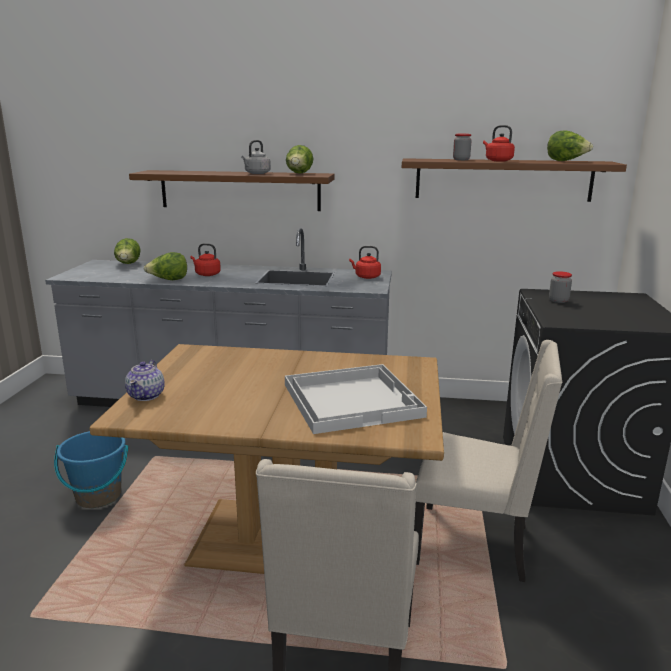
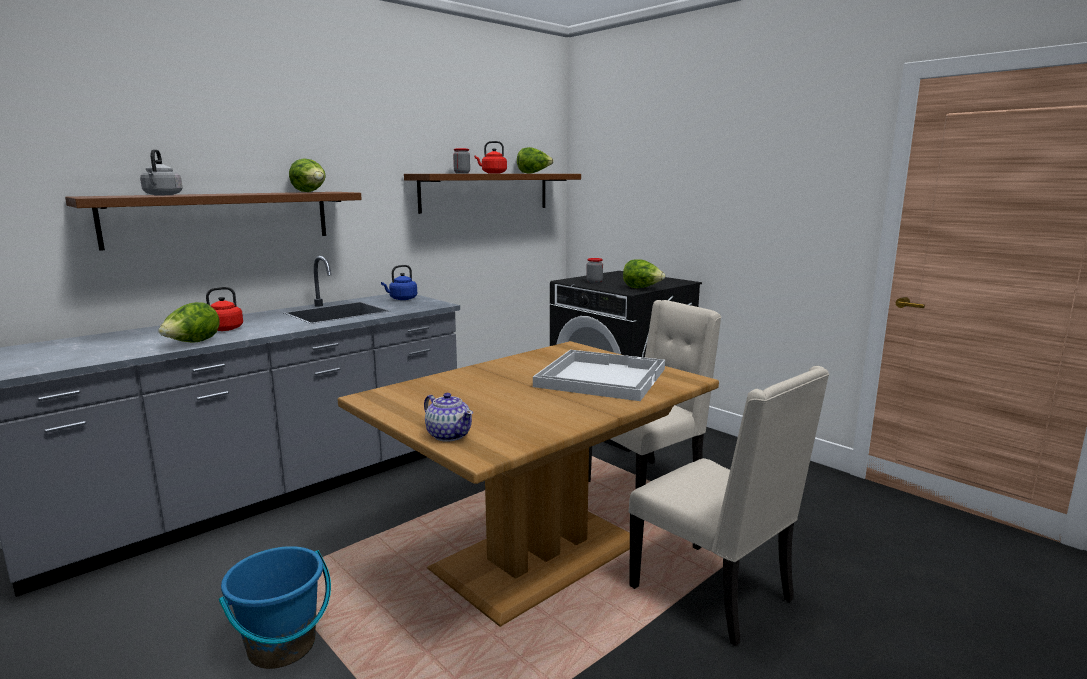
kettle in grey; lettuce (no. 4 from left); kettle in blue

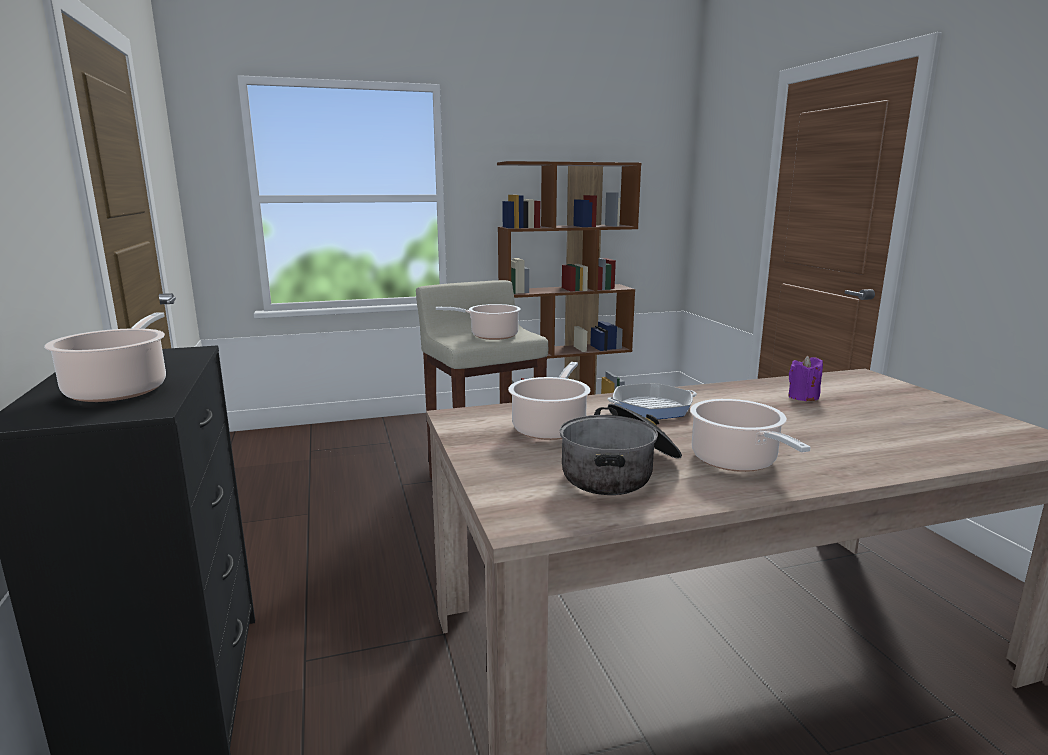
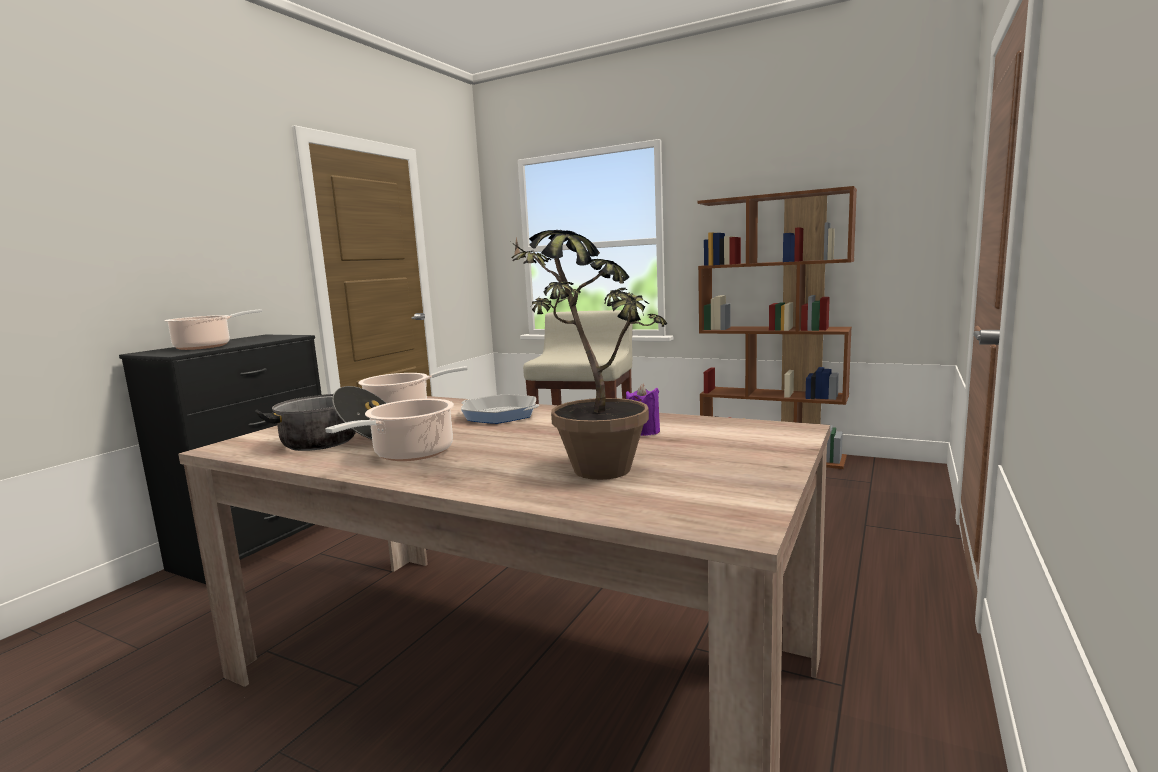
cooking pot (no. 2 from left in the first image); potted plant

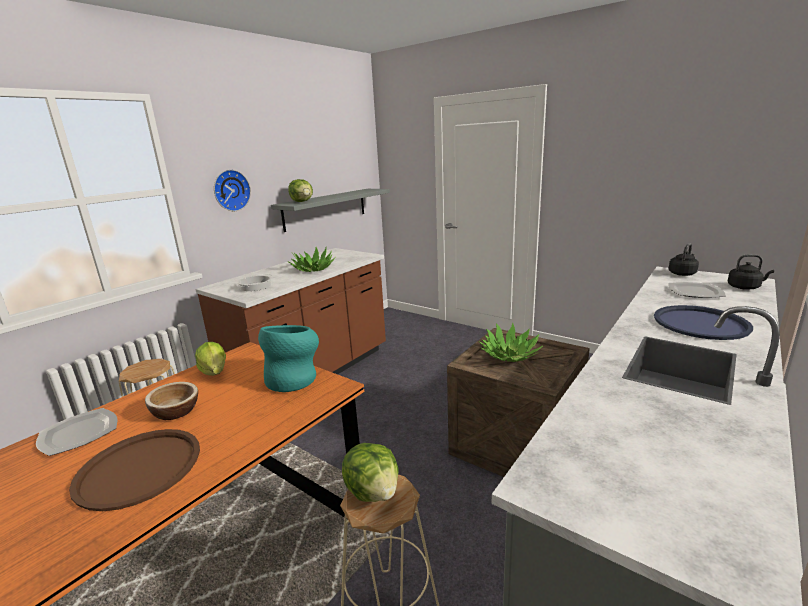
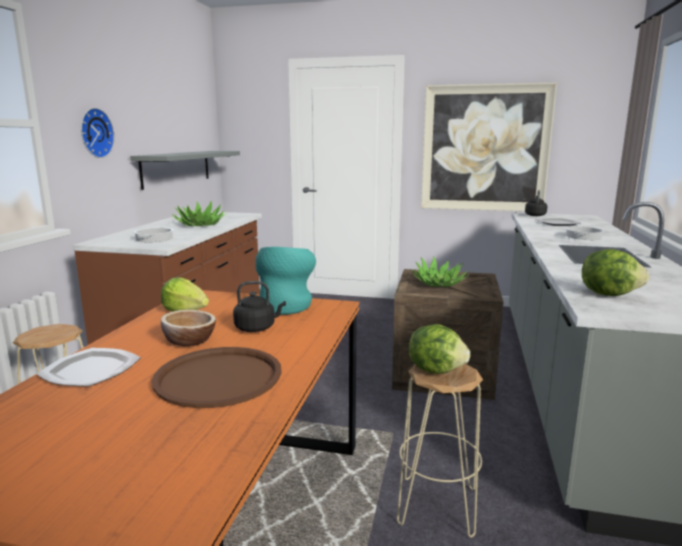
lettuce (no. 3 from left); kettle in black (no. 1 from left); cooking pot (no. 2 from left); picture

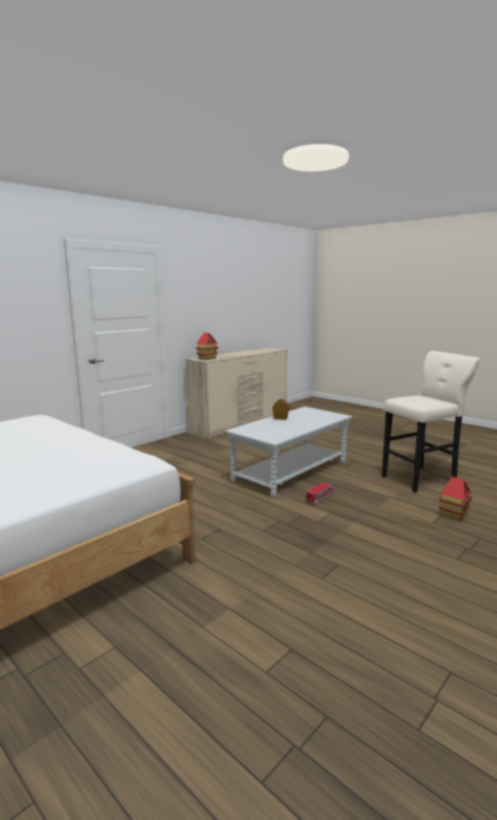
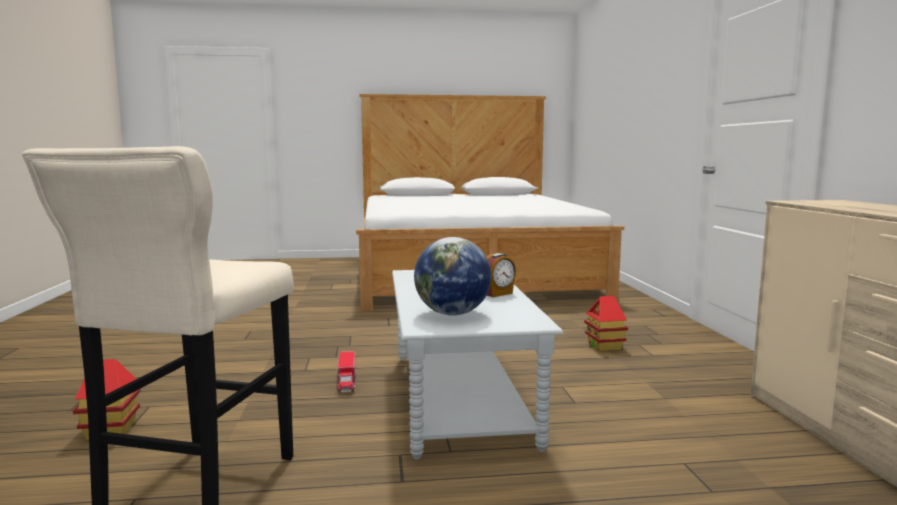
toy house (no. 2 from left); globe

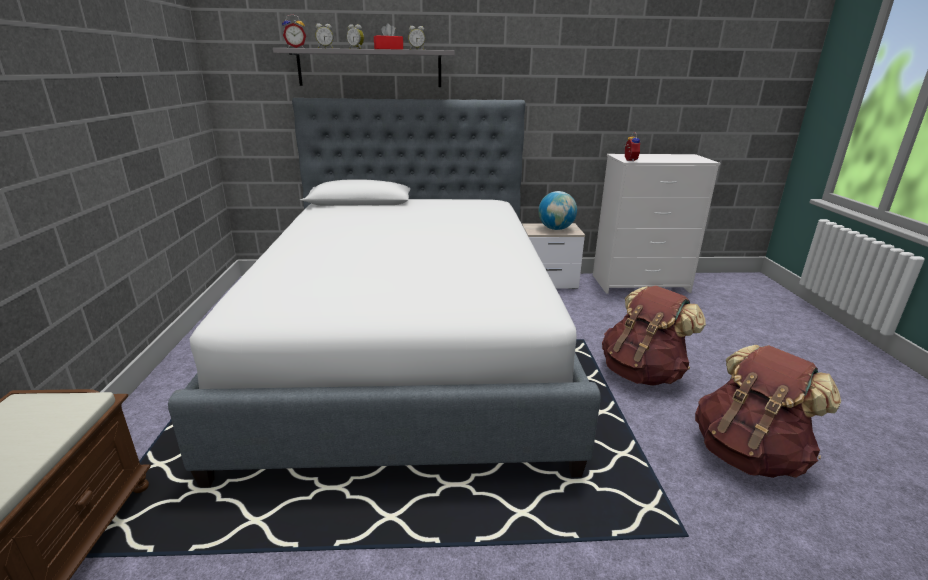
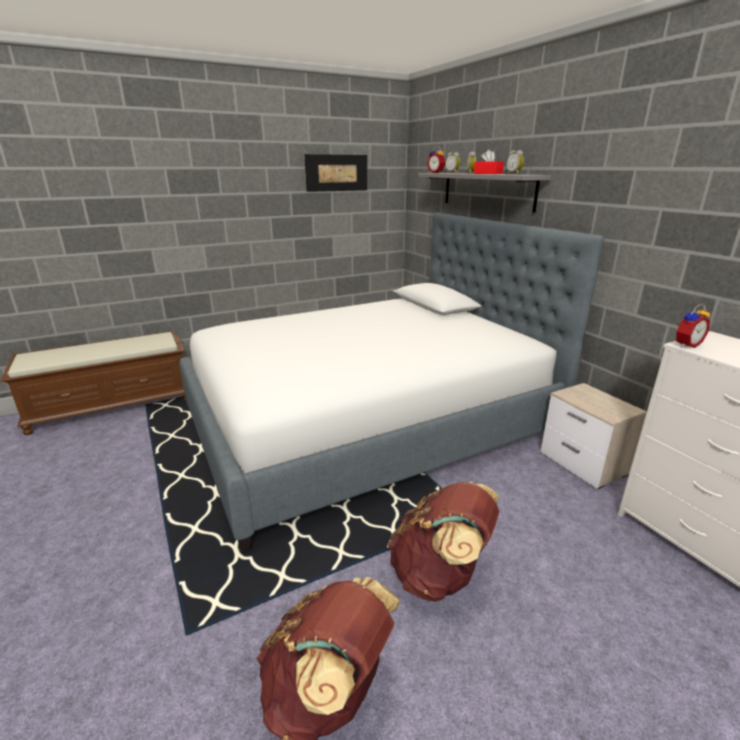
globe; picture

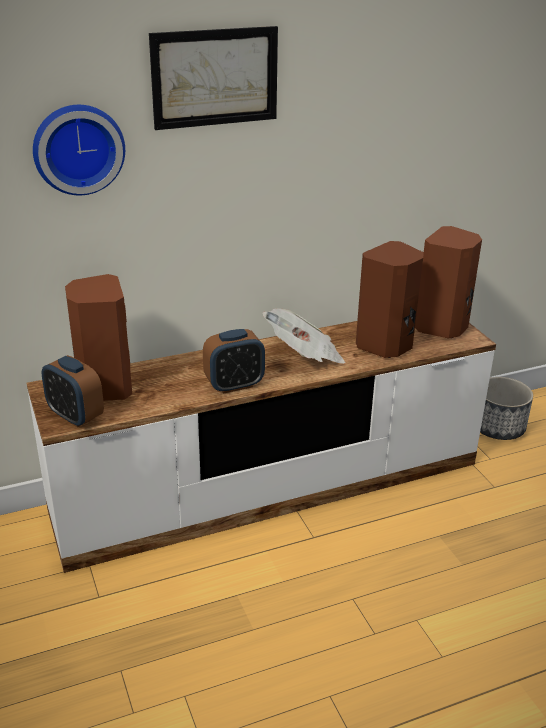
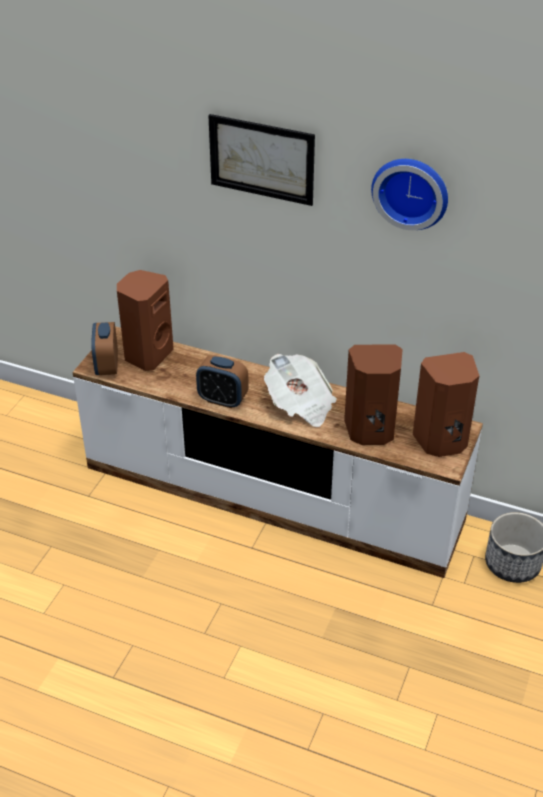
wall clock

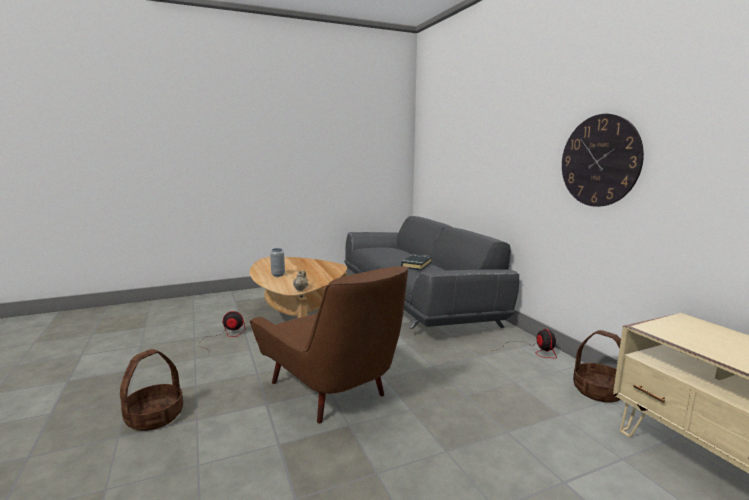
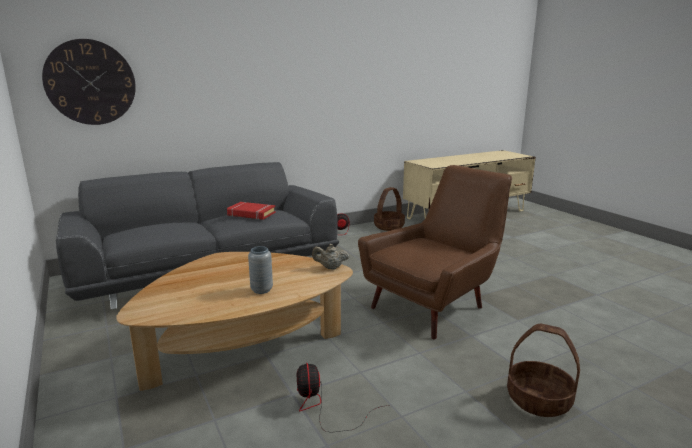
wall clock; book in red

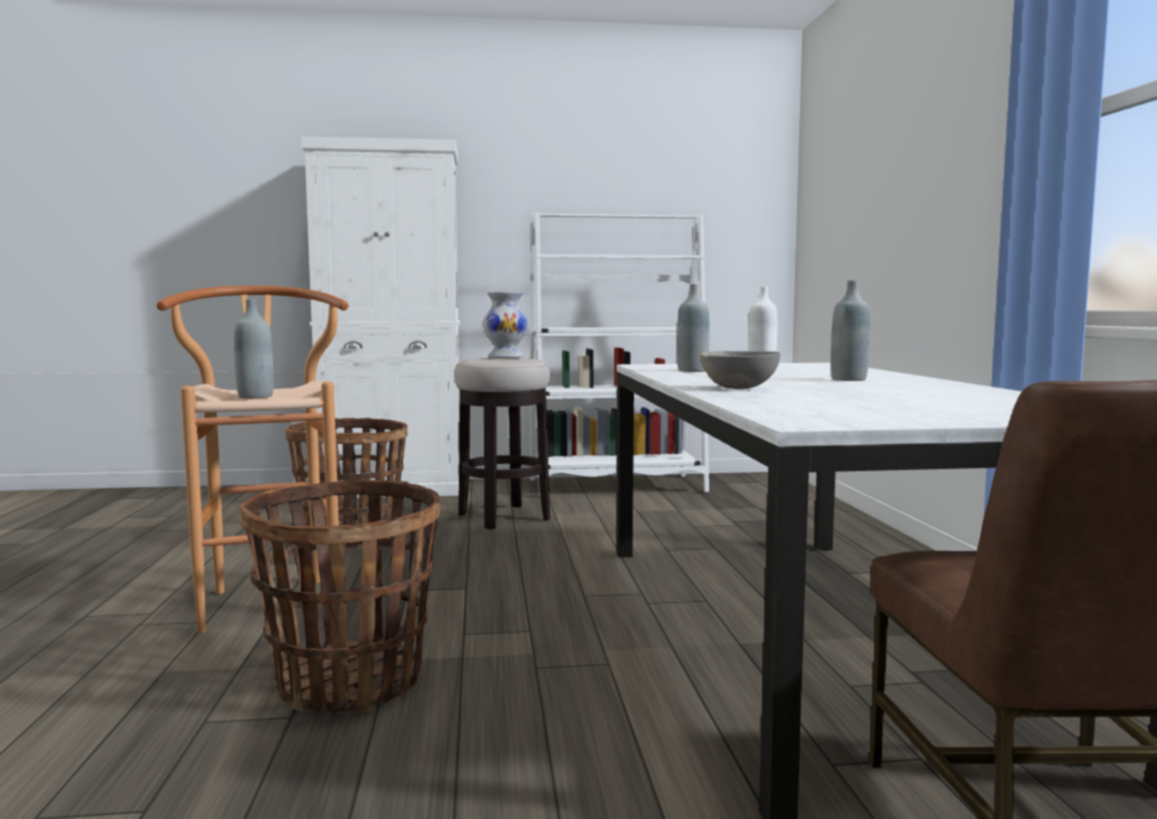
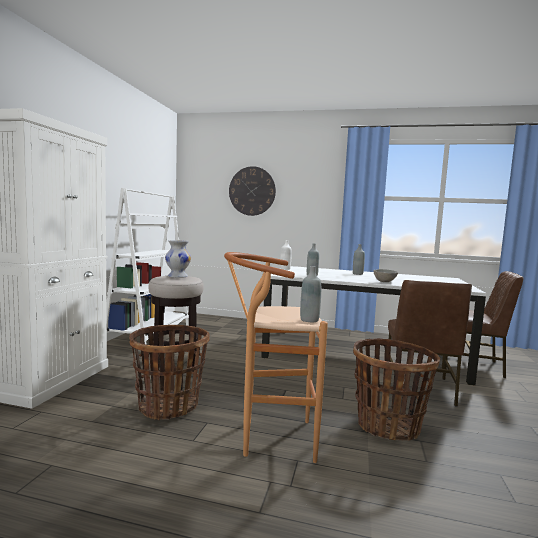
wall clock; chair in brown (no. 1 from left)

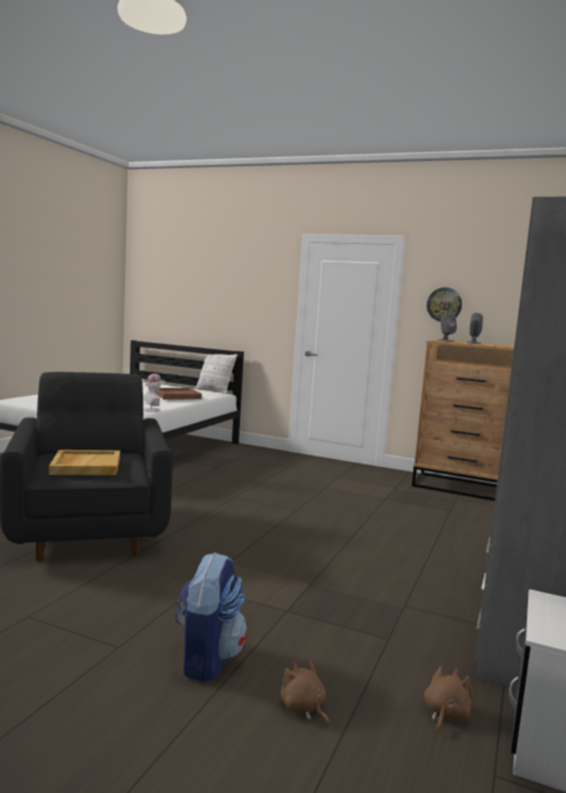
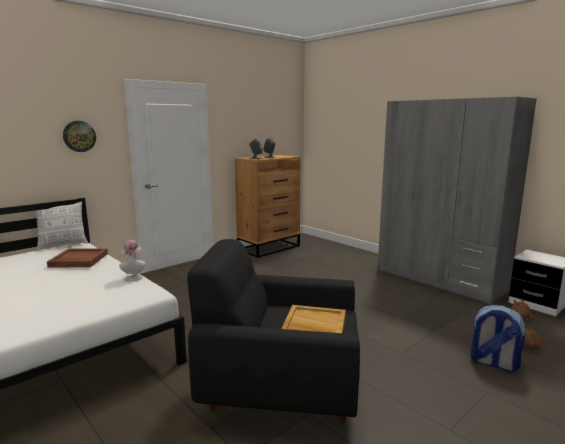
wall clock

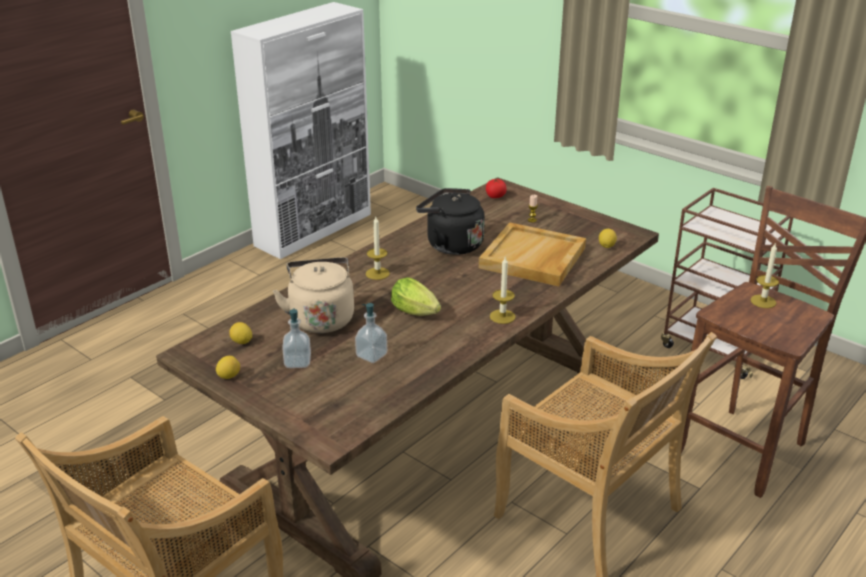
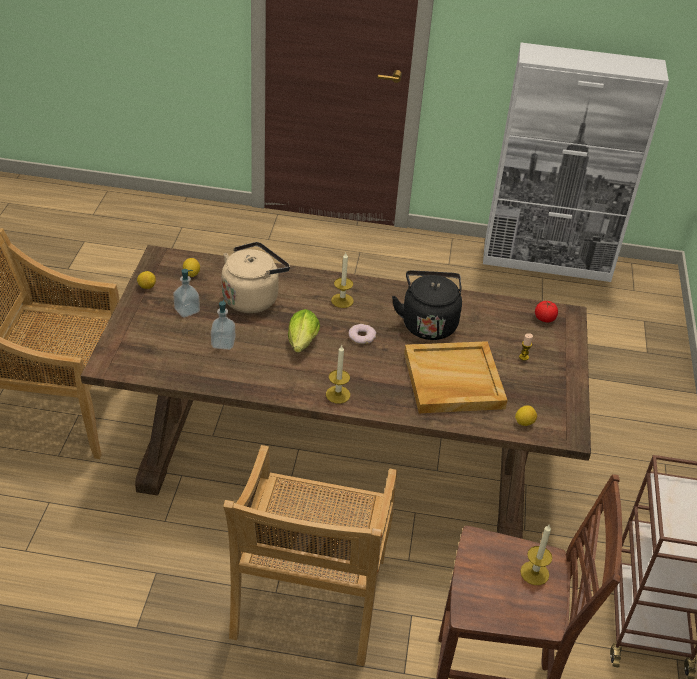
donut

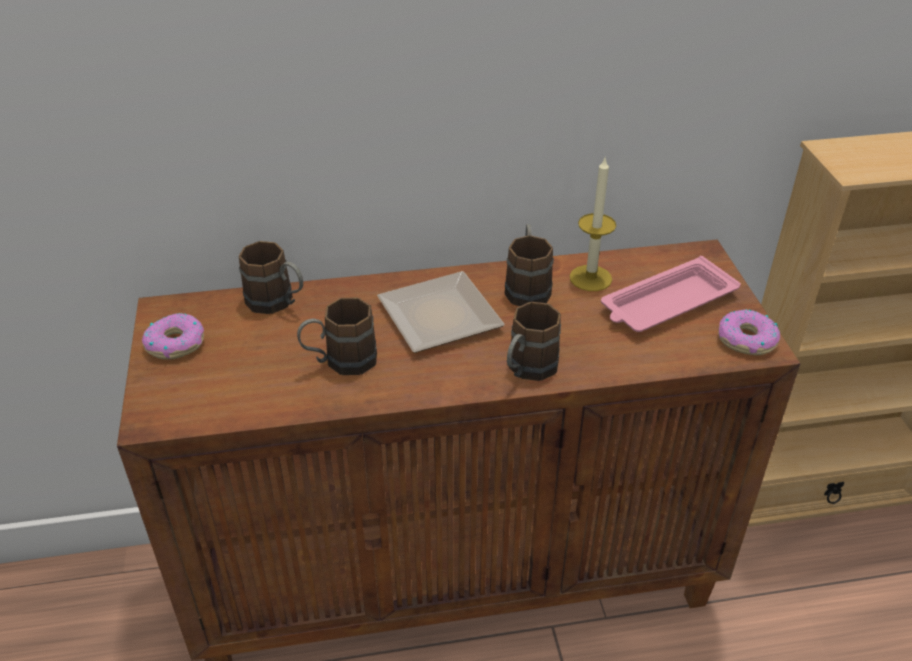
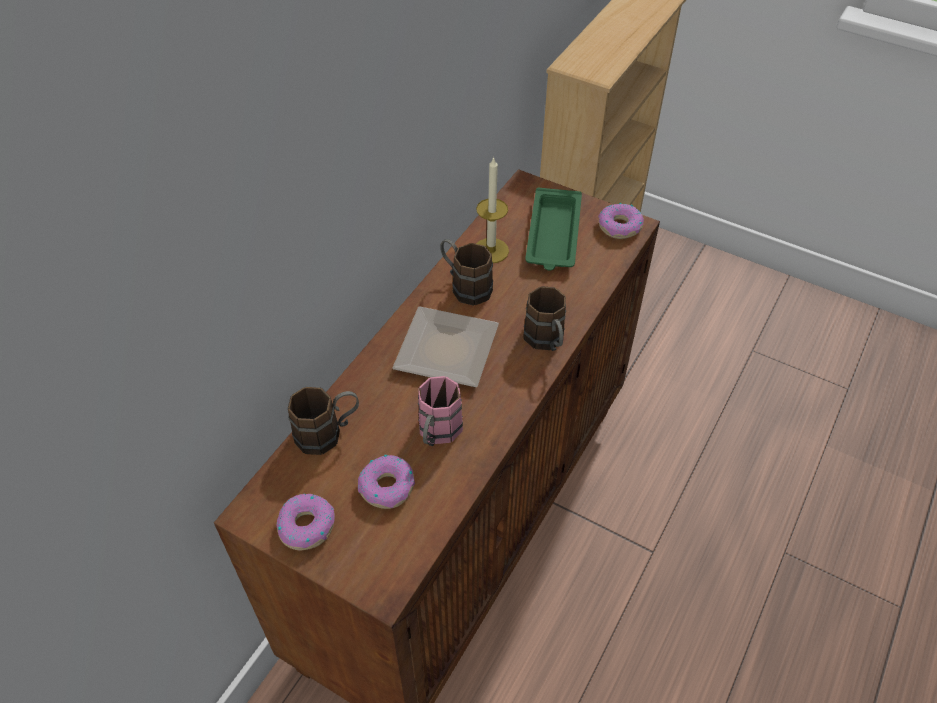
tray in green; mug in pink; donut (no. 2 from left)

